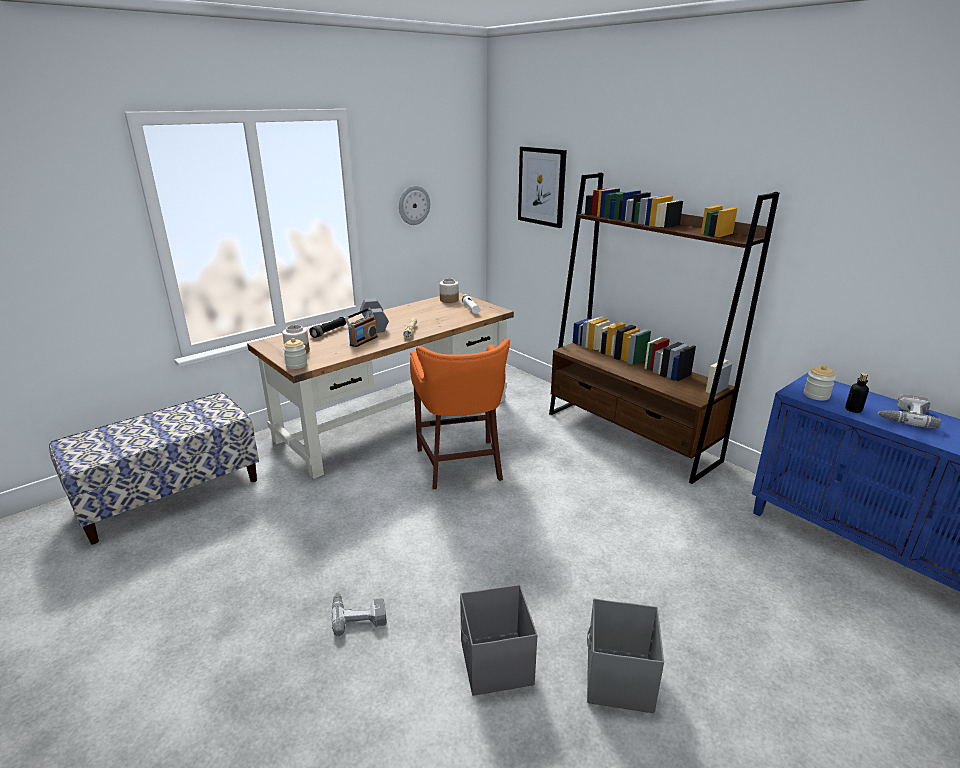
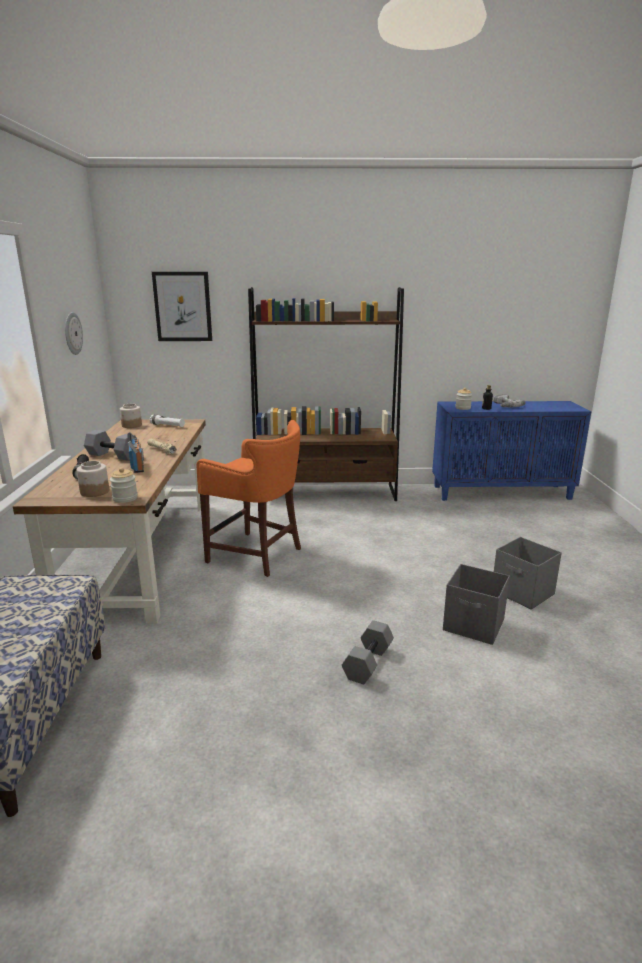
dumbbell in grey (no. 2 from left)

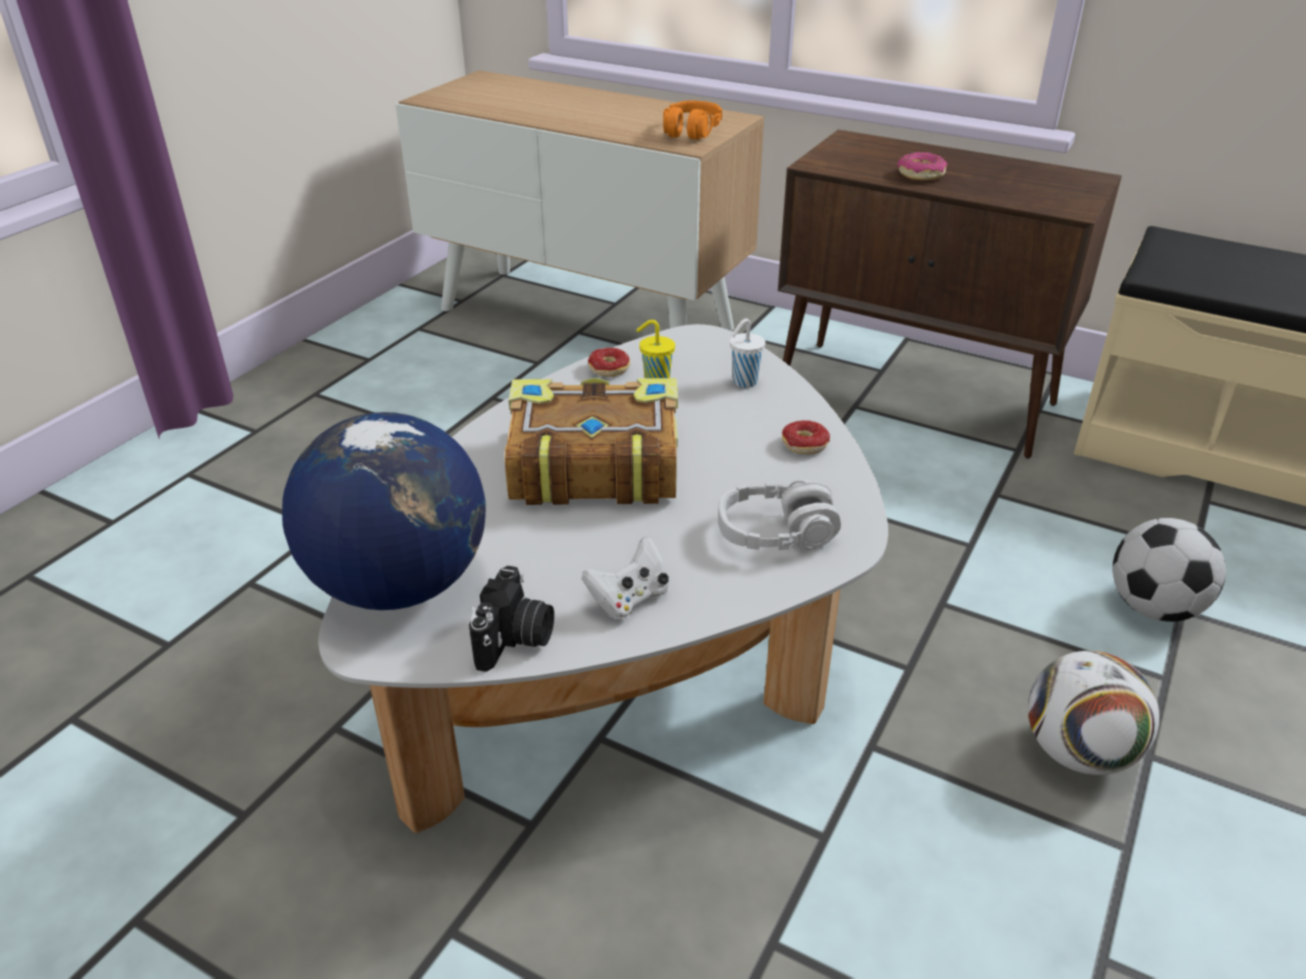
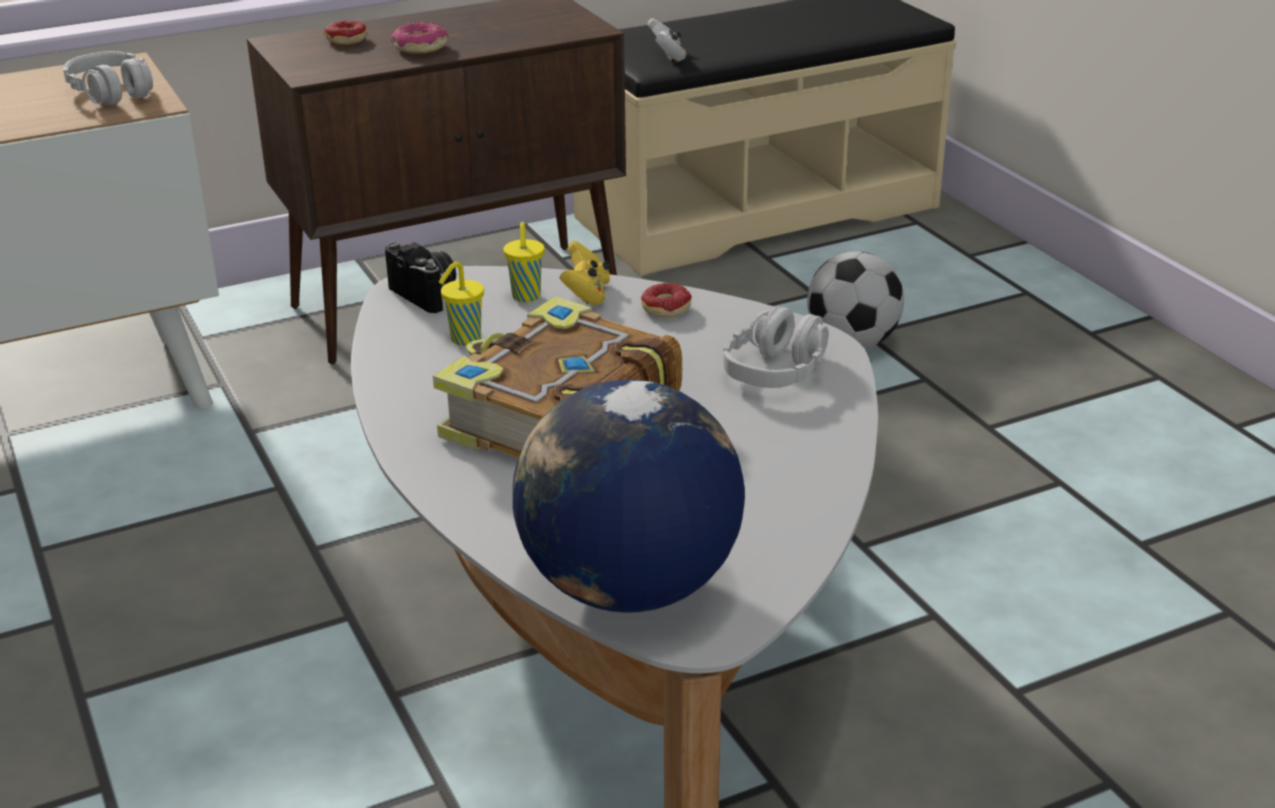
headphones in grey (no. 1 from left); cup in yellow (no. 2 from left); donut (no. 1 from left); game controller in white; photo camera; football (no. 1 from left in the first image); game controller in yellow

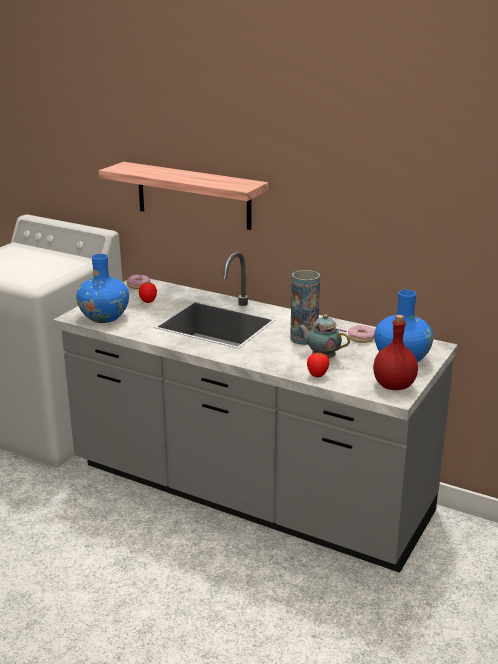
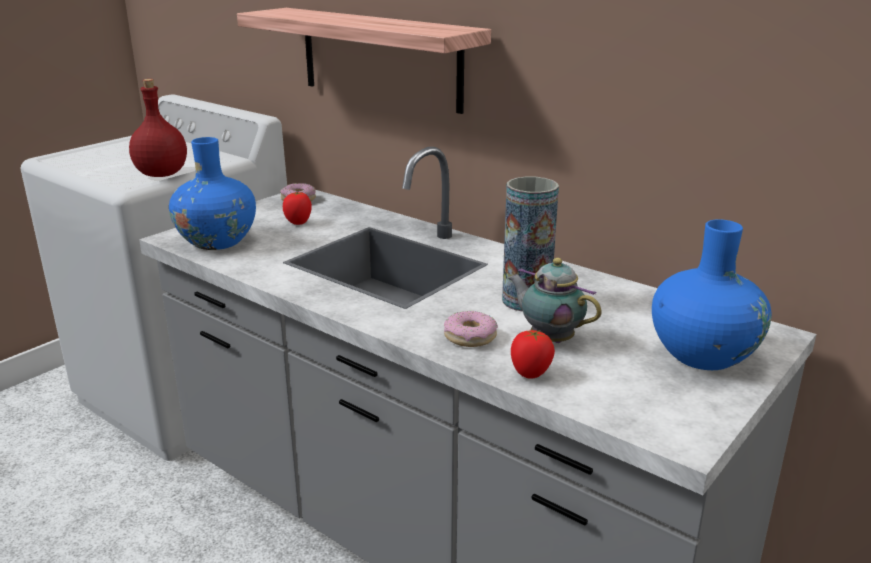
bottle in red; donut (no. 2 from left)

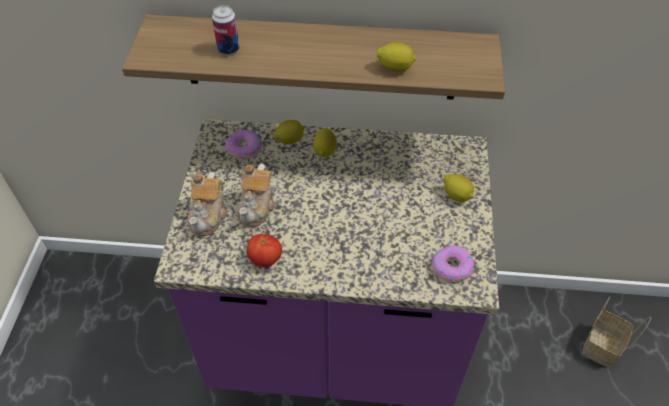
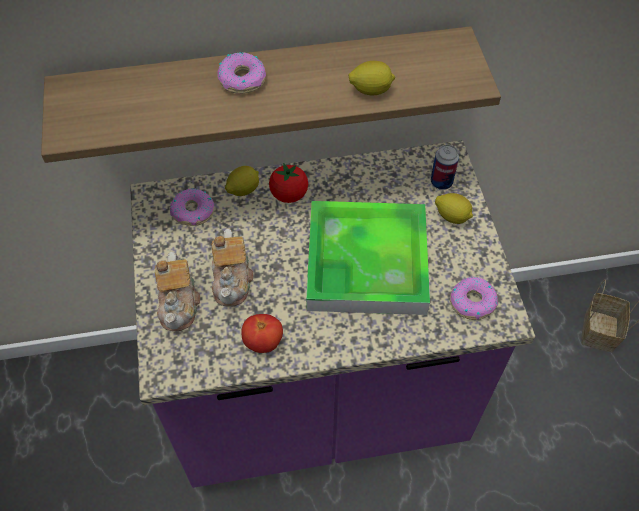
can; tomato (no. 2 from left); donut (no. 2 from left); tray

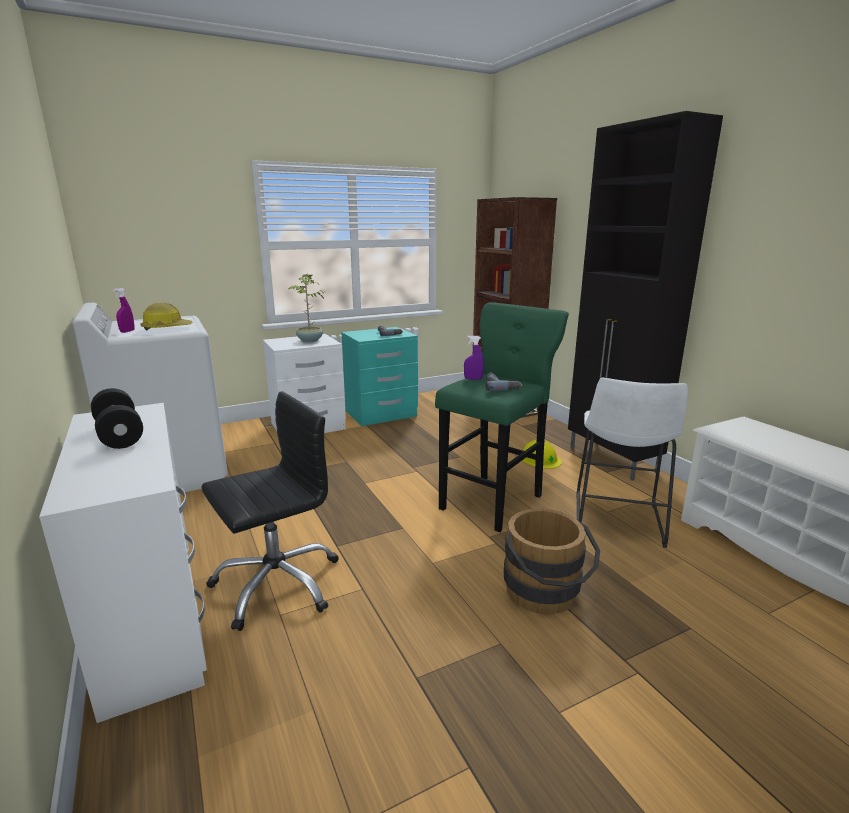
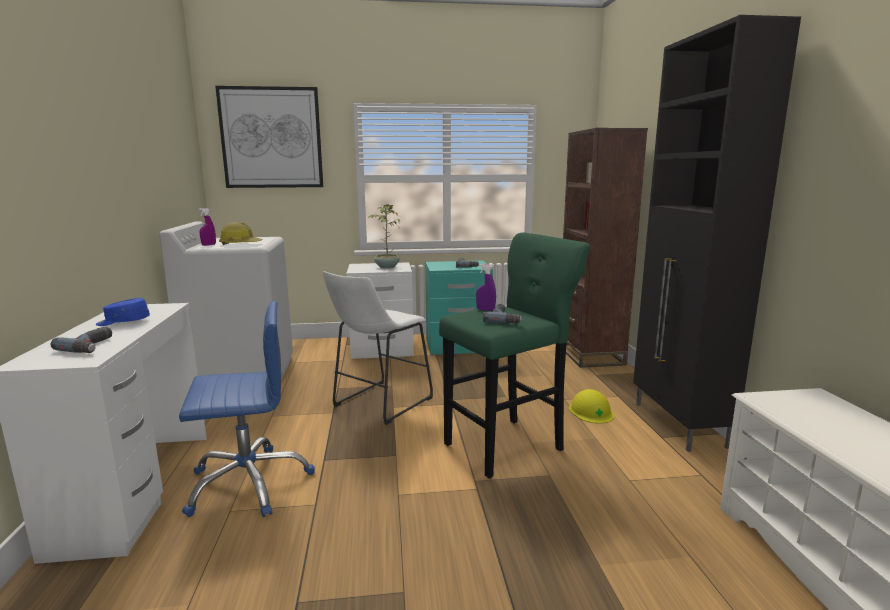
stool in white; cap in blue; office chair in blue; bucket in brown; picture; power drill (no. 1 from left)

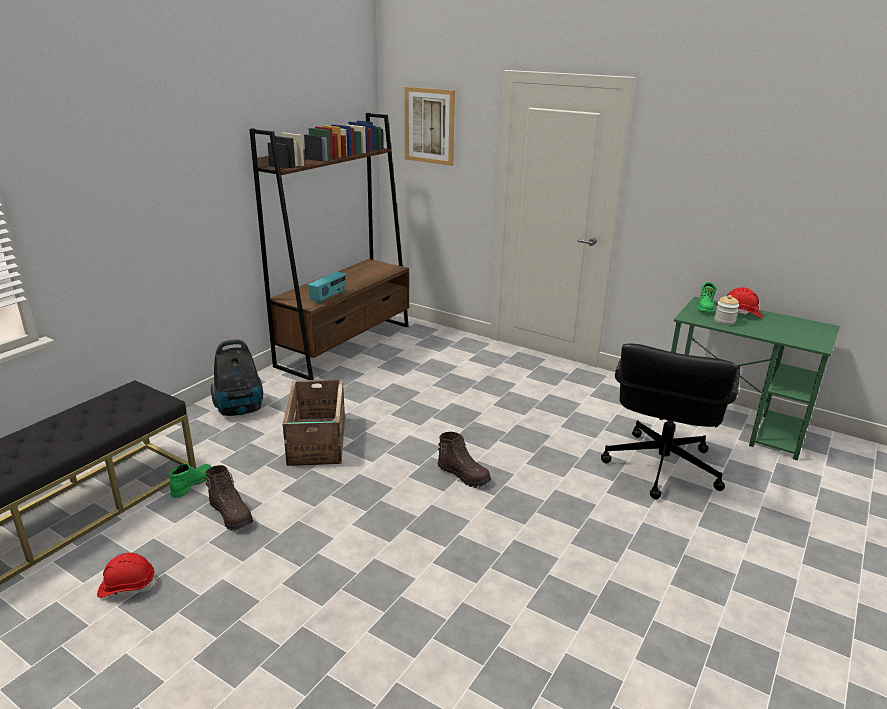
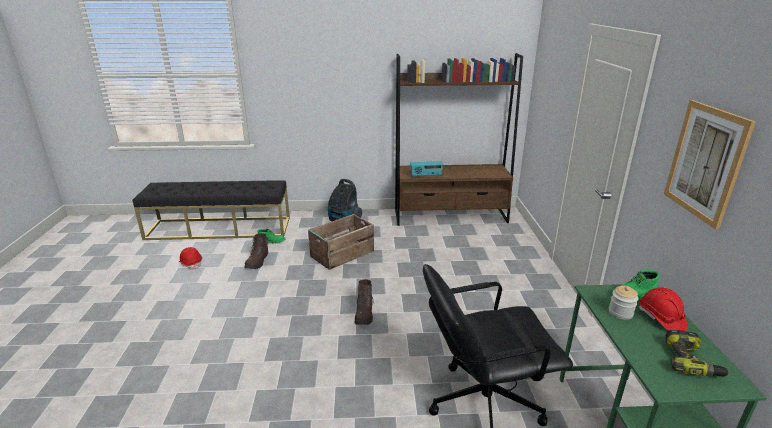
picture; power drill

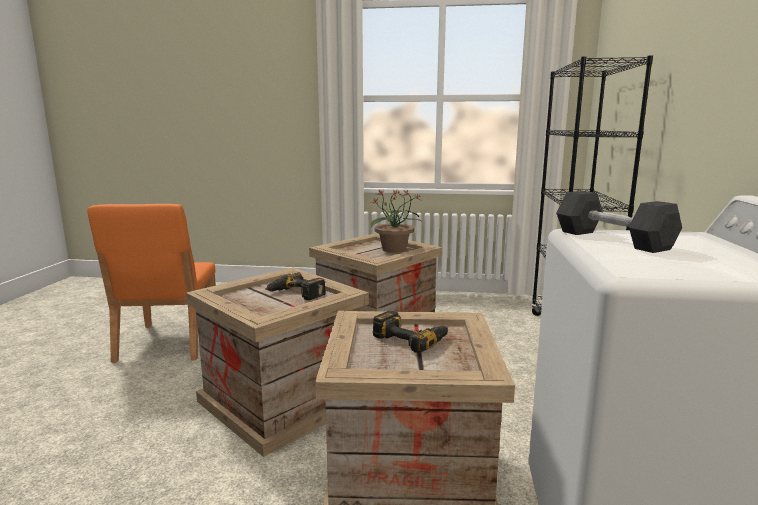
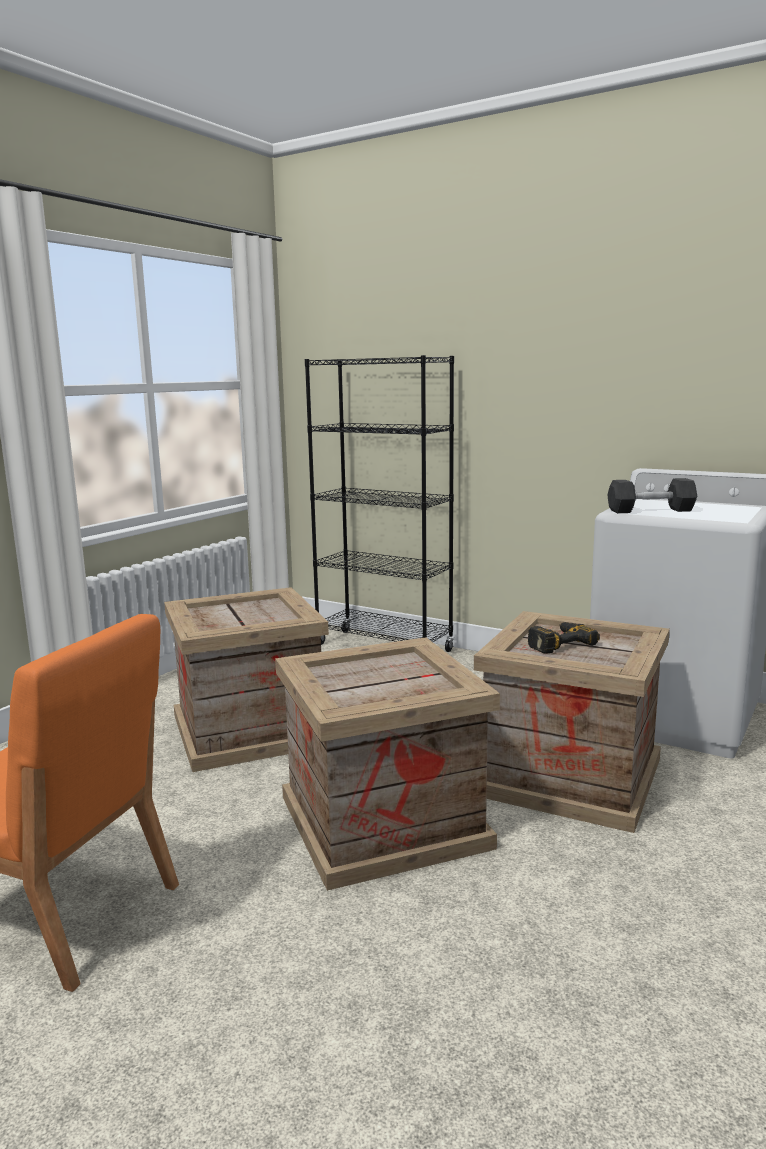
potted plant; power drill (no. 1 from left in the first image)

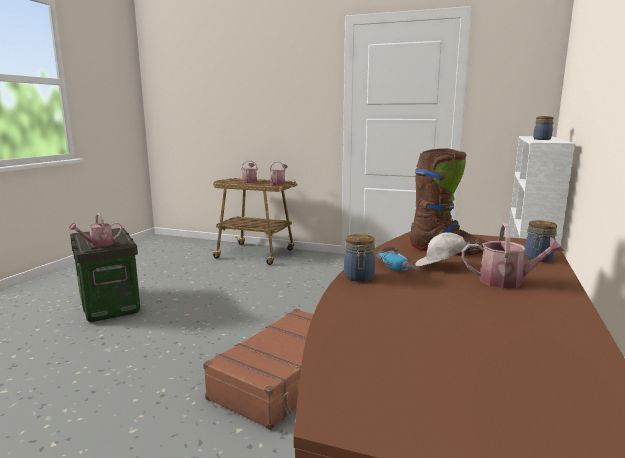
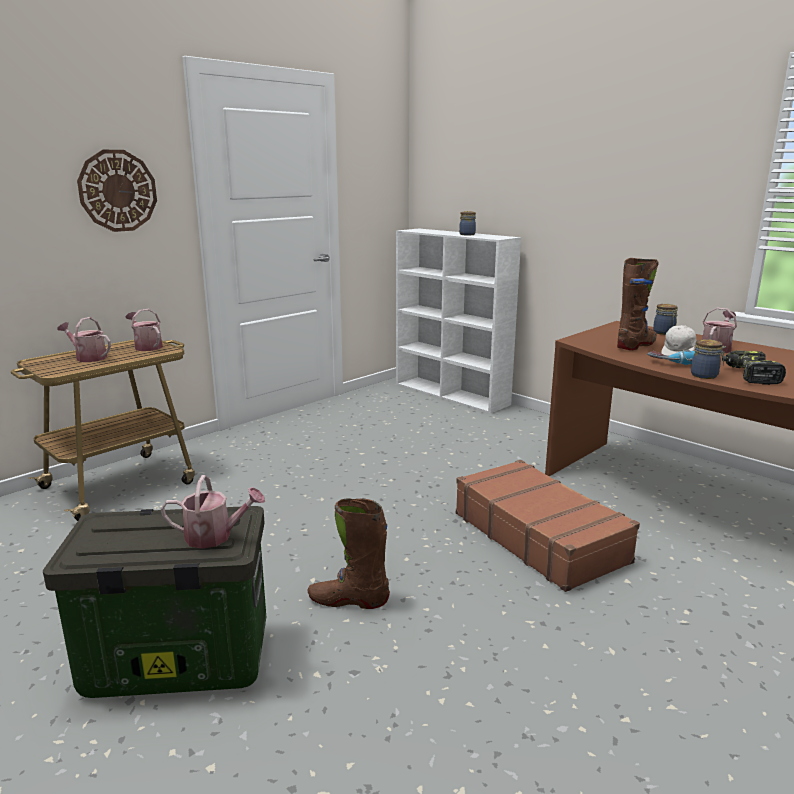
watering can (no. 3 from left); wall clock; power drill (no. 2 from left); boot in brown (no. 1 from left)

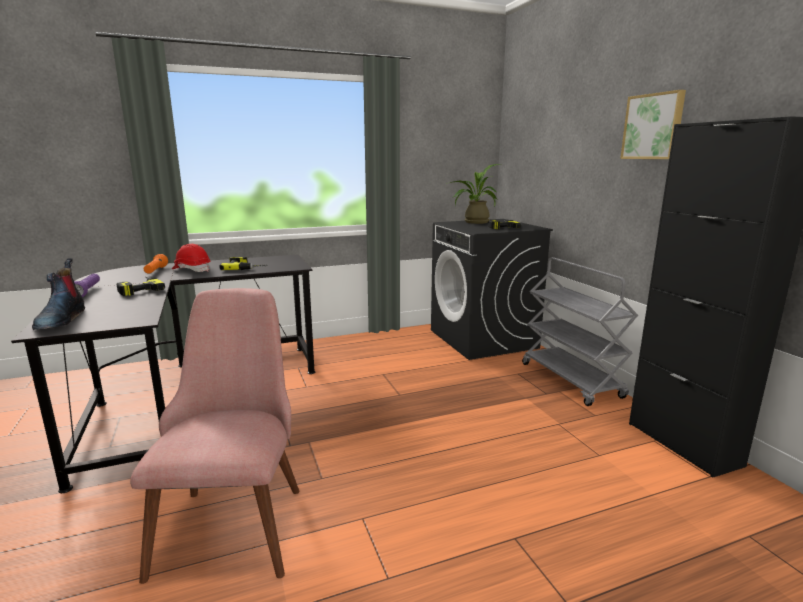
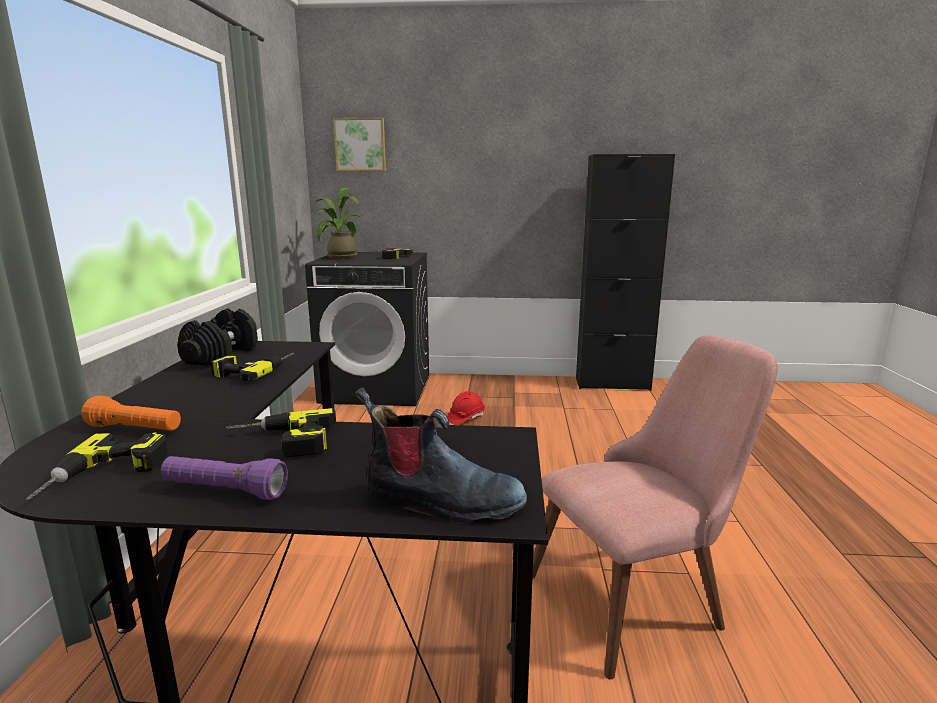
picture; hard hat in red; cart in grey; chair in pink; dumbbell in black; power drill (no. 1 from left)

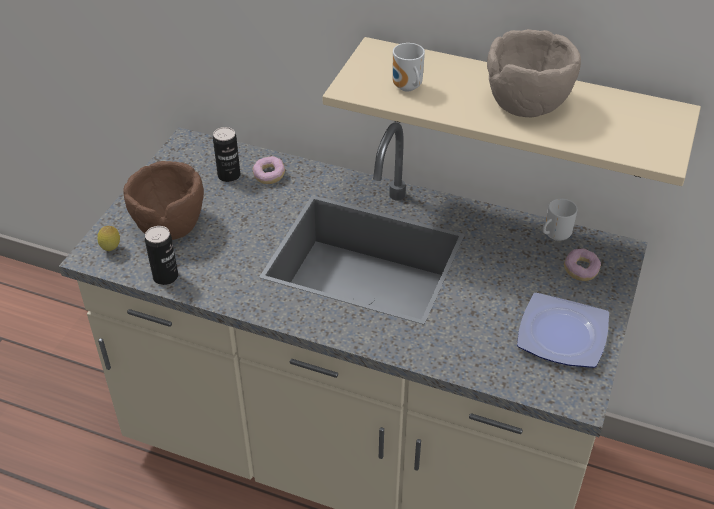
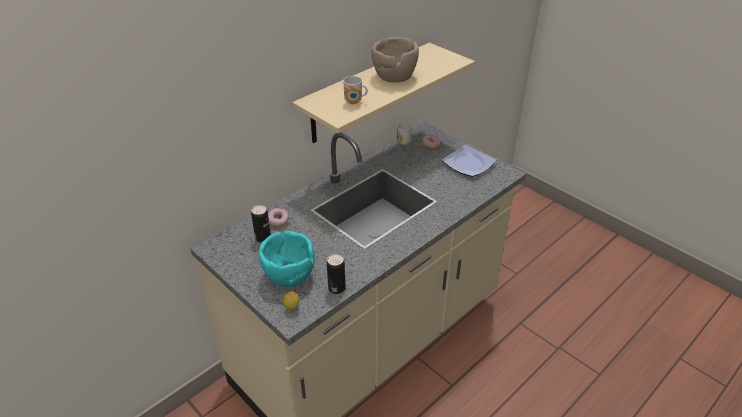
bowl in turquoise

